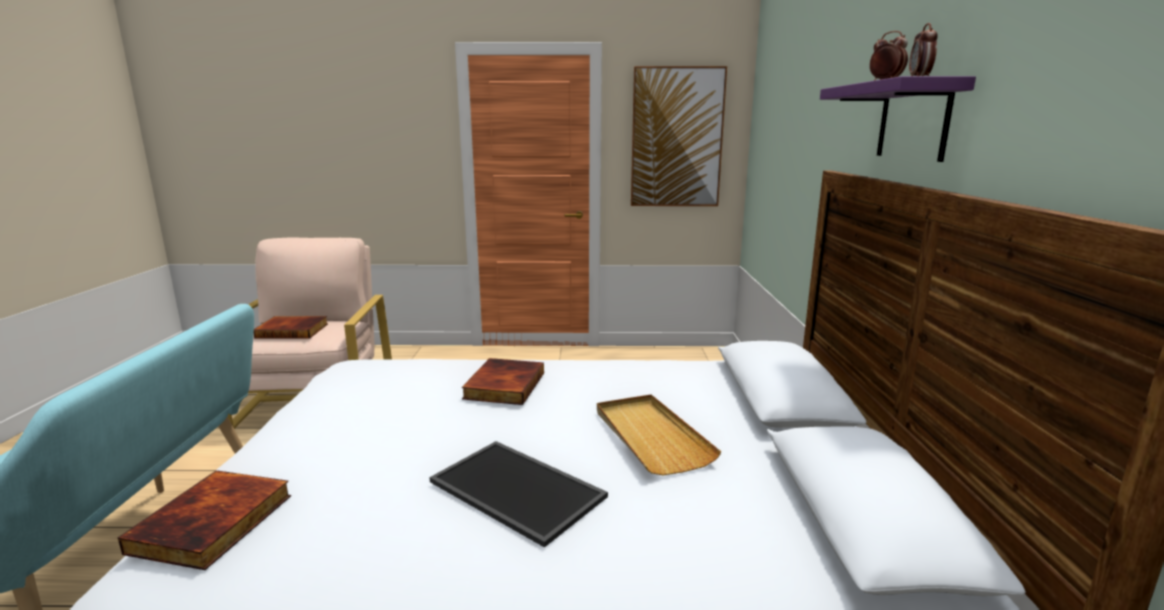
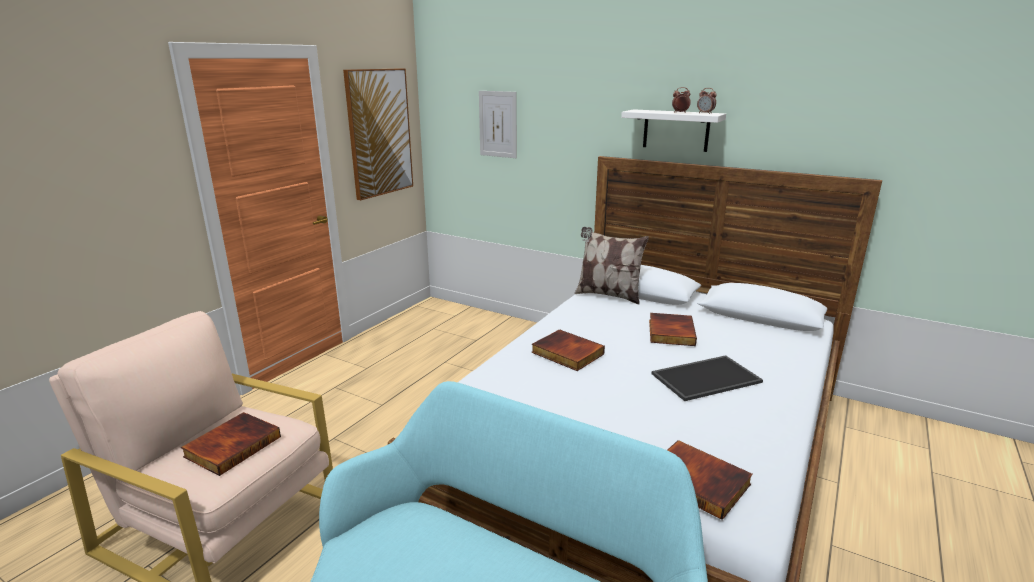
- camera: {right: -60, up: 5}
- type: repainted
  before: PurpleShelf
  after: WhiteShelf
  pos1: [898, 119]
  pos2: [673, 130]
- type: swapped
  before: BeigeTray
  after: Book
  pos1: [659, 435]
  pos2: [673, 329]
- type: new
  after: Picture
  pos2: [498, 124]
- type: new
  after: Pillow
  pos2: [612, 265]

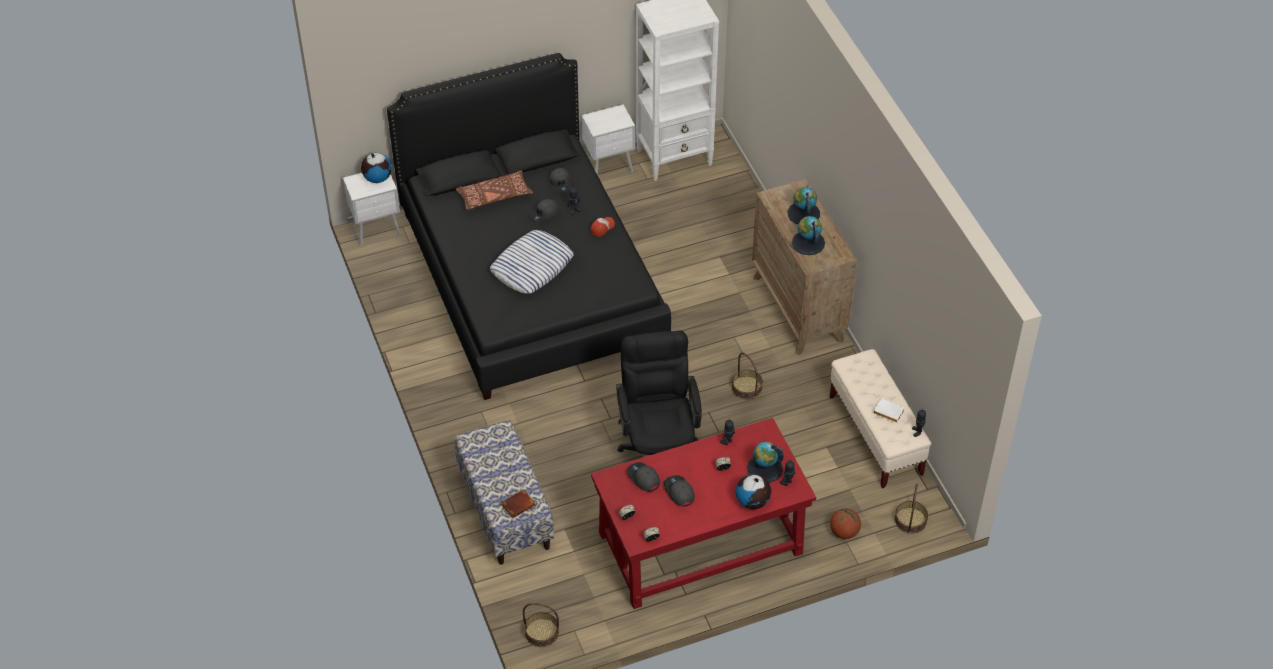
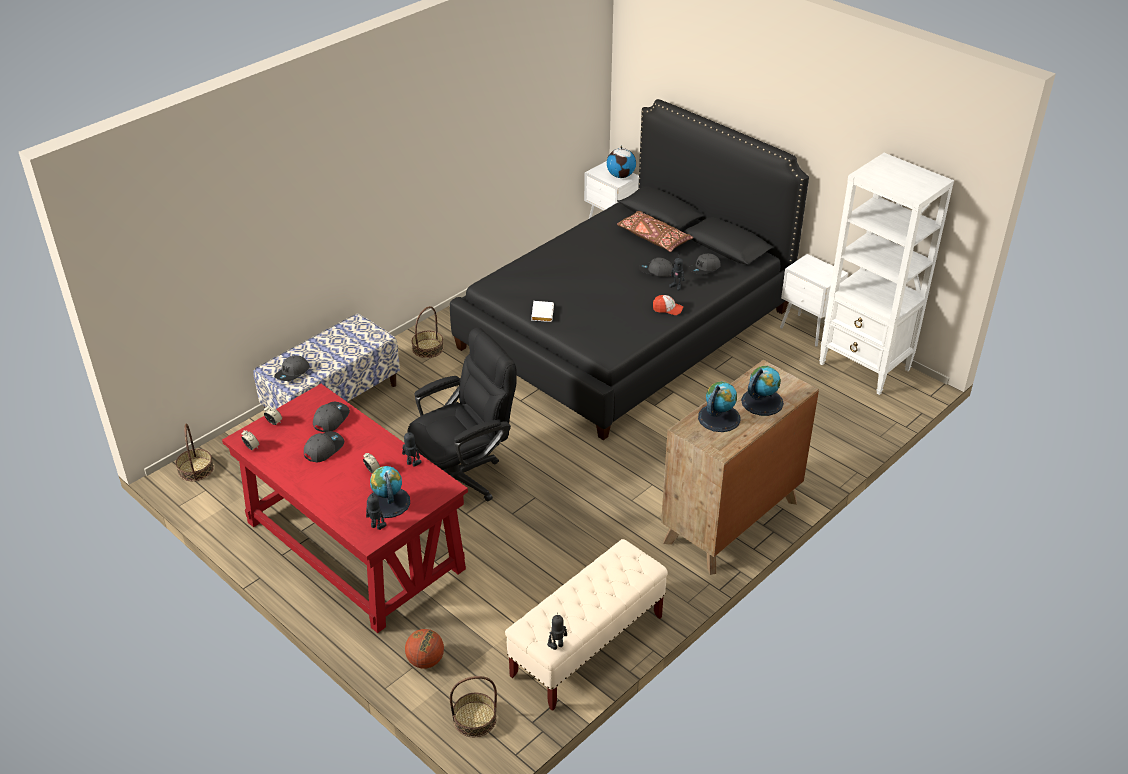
- camera: {right: 65, up: -10}
- type: gone
  before: Pillow
  pos1: [532, 262]
- type: shifted
  before: Basket
  pos1: [747, 376]
  pos2: [428, 332]
- type: shifted
  before: WhiteBook
  pos1: [889, 410]
  pos2: [542, 311]
- type: gone
  before: Globe
  pos1: [753, 491]
- type: swapped
  before: BrownBook
  after: GreyCap
  pos1: [518, 503]
  pos2: [292, 368]

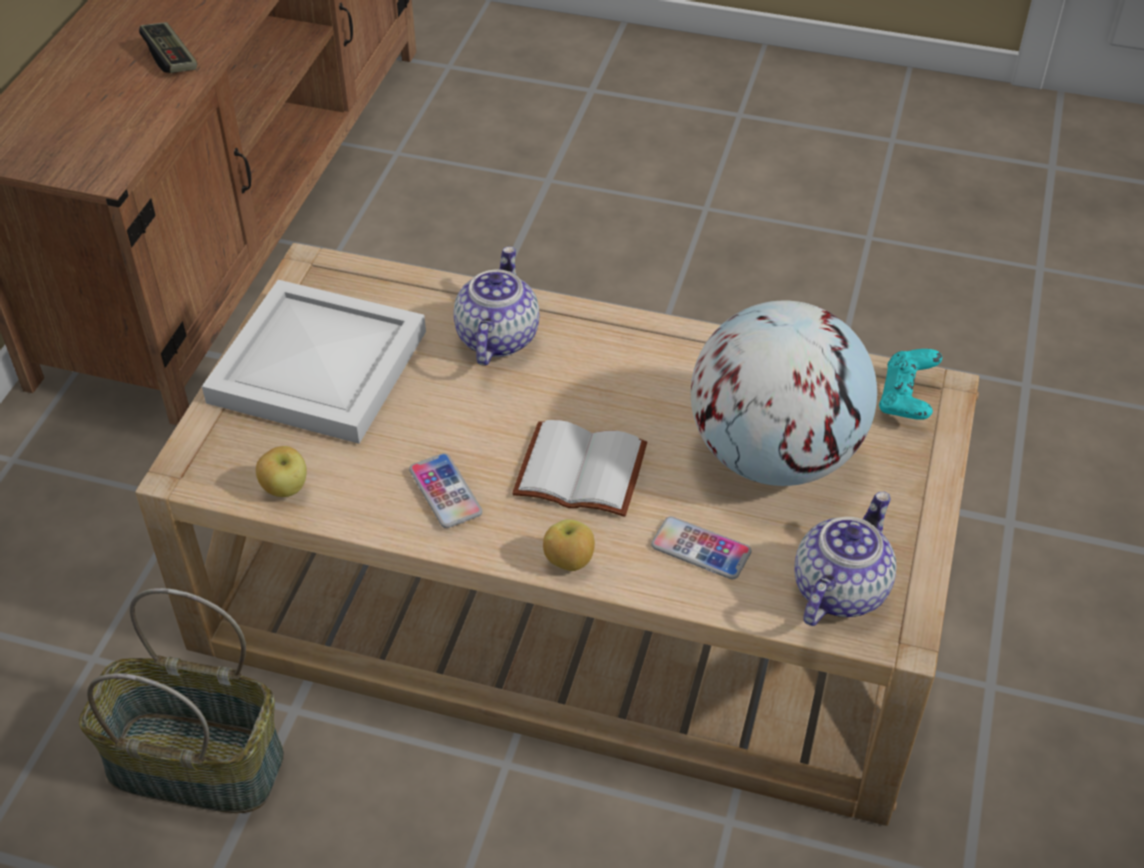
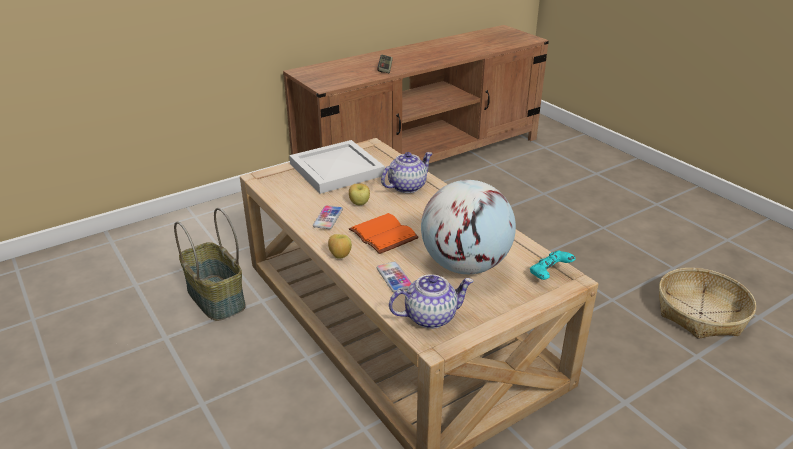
- camera: {right: 40, up: -15}
- type: repainted
  before: WhiteBook
  after: OrangeBook
  pos1: [579, 468]
  pos2: [384, 233]
- type: shifted
  before: Apple
  pos1: [281, 471]
  pos2: [359, 194]
- type: new
  after: Basket
  pos2: [707, 303]

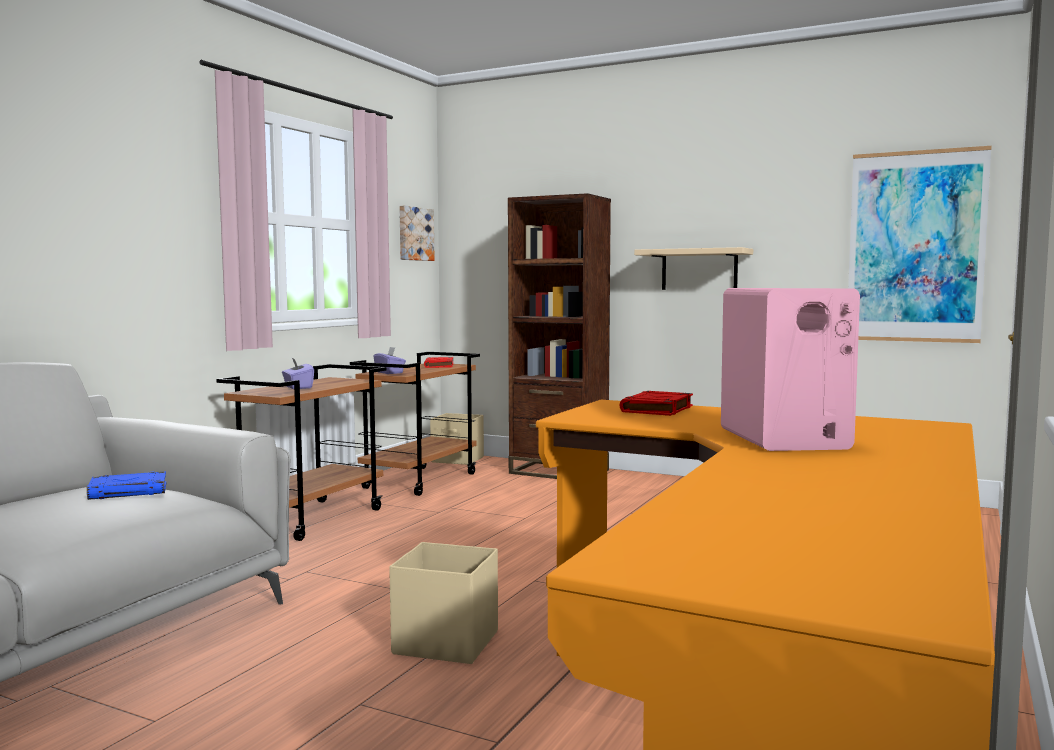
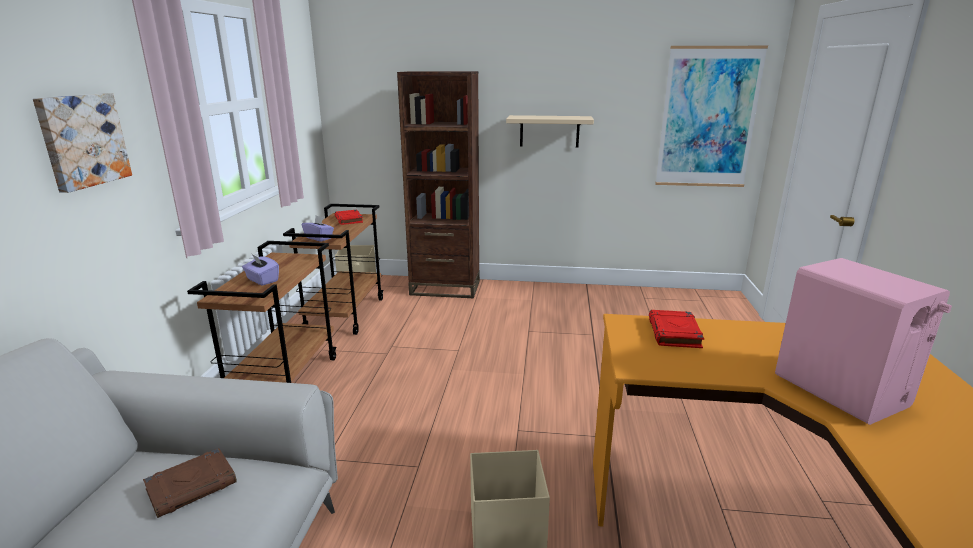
- camera: {right: -20, up: 15}
- type: shifted
  before: Picture
  pos1: [417, 233]
  pos2: [82, 143]
- type: repainted
  before: BlueBook
  after: BrownBook
  pos1: [126, 485]
  pos2: [190, 483]

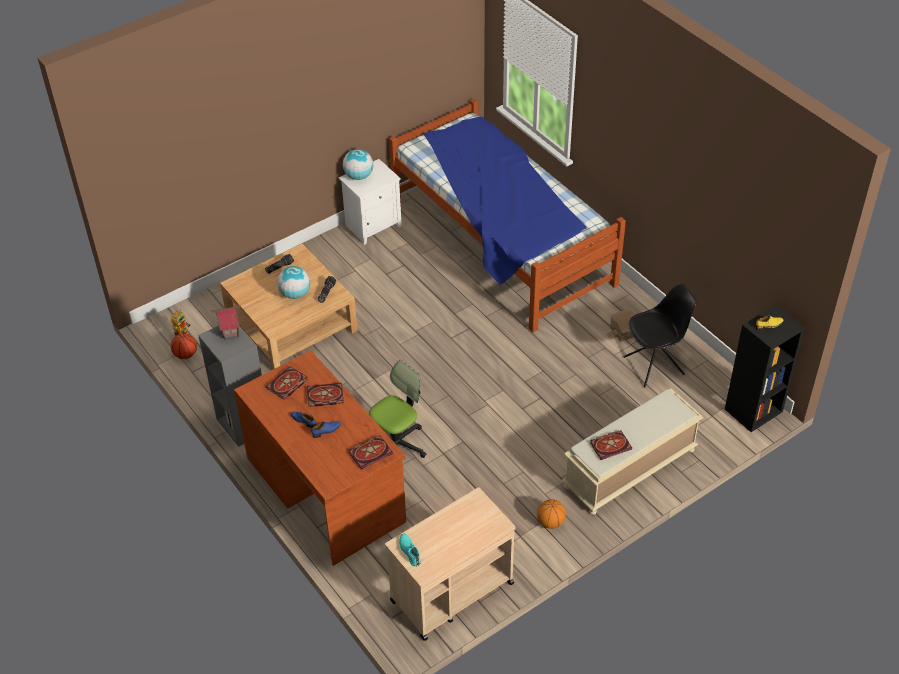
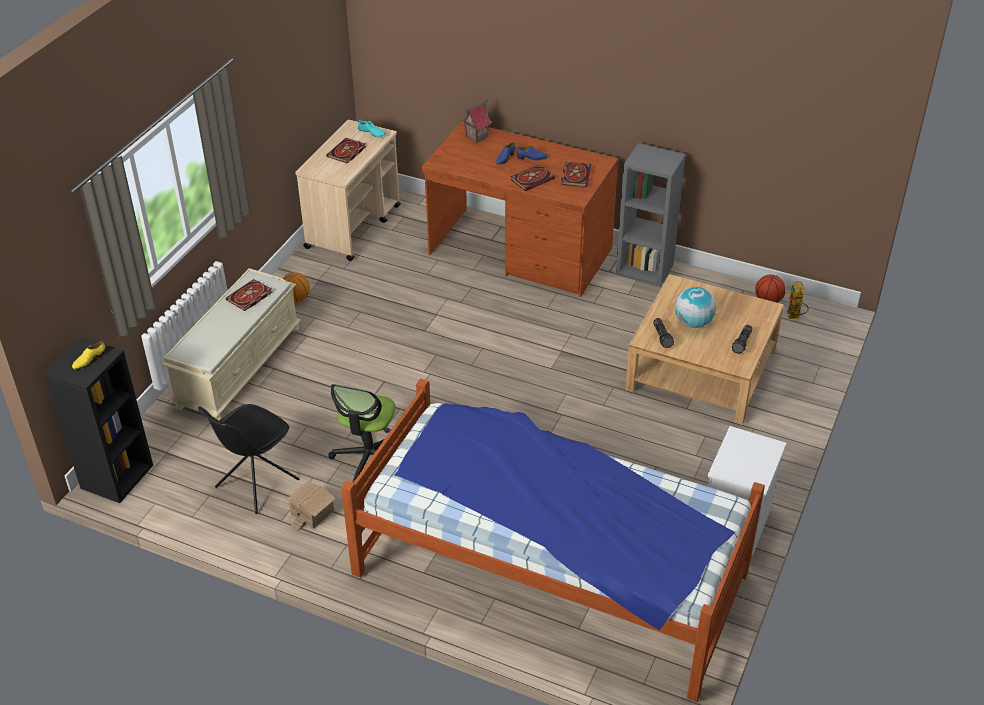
- camera: {right: 150, up: -5}
- type: gone
  before: Globe
  pos1: [358, 164]
- type: shifted
  before: ToyHouse
  pos1: [226, 322]
  pos2: [477, 121]
- type: shifted
  before: OfficeChair
  pos1: [397, 409]
  pos2: [361, 433]
- type: shifted
  before: Book
  pos1: [371, 452]
  pos2: [346, 150]

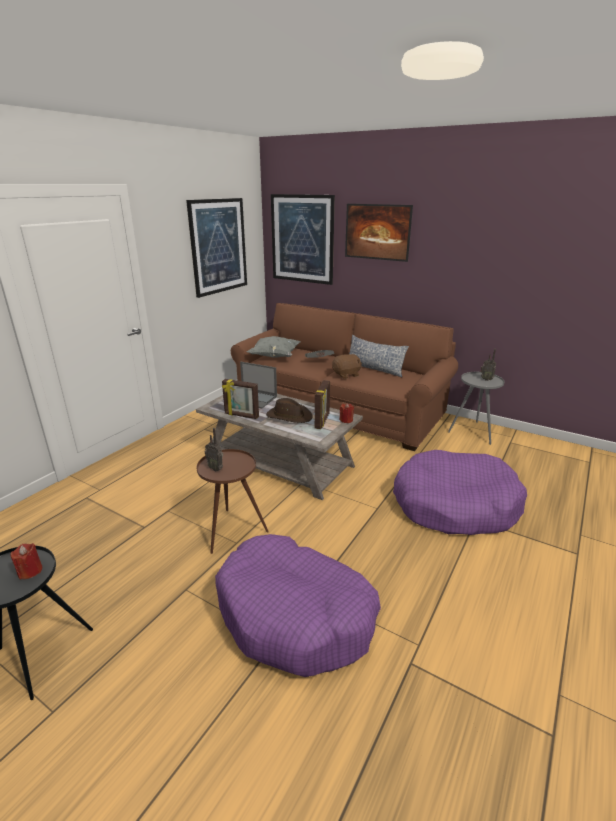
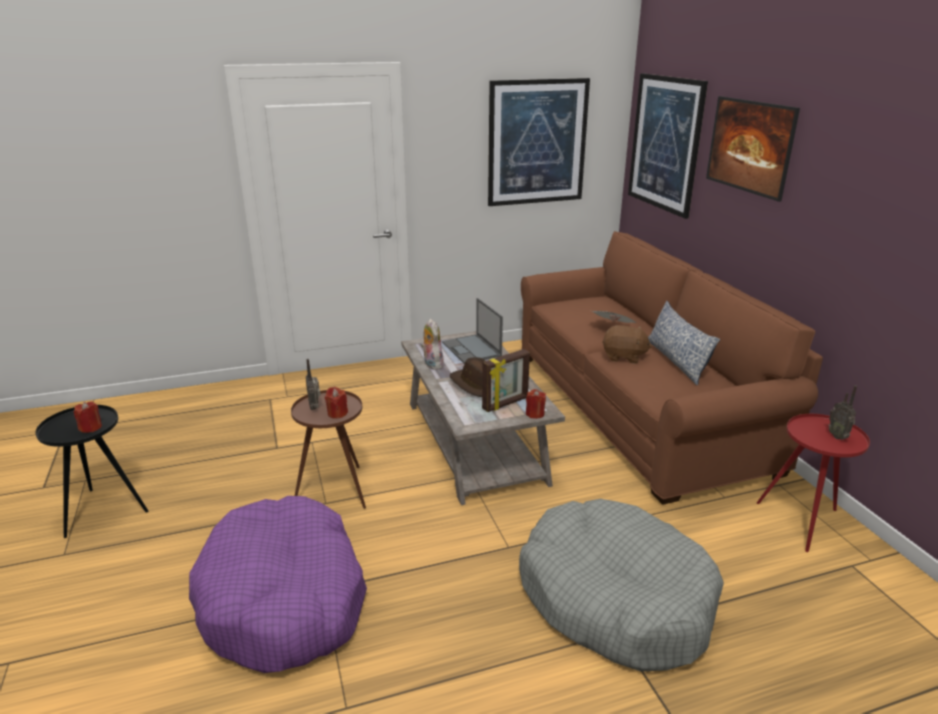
- camera: {right: 40, up: 0}
- type: gone
  before: GreyPillow
  pos1: [273, 347]
- type: repainted
  before: GreySideTable
  after: RedSideTable
  pos1: [476, 408]
  pos2: [813, 483]
- type: swapped
  before: PictureFrame
  after: PlushToy
  pos1: [240, 399]
  pos2: [432, 344]
- type: repainted
  before: PurpleDogBed
  after: GreyDogBed
  pos1: [460, 492]
  pos2: [621, 585]
- type: new
  after: RedCandle
  pos2: [336, 403]

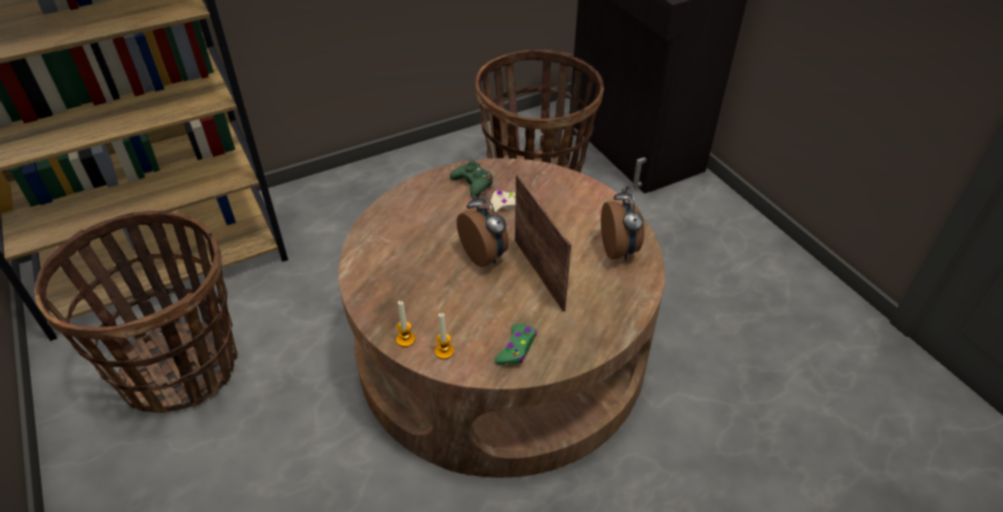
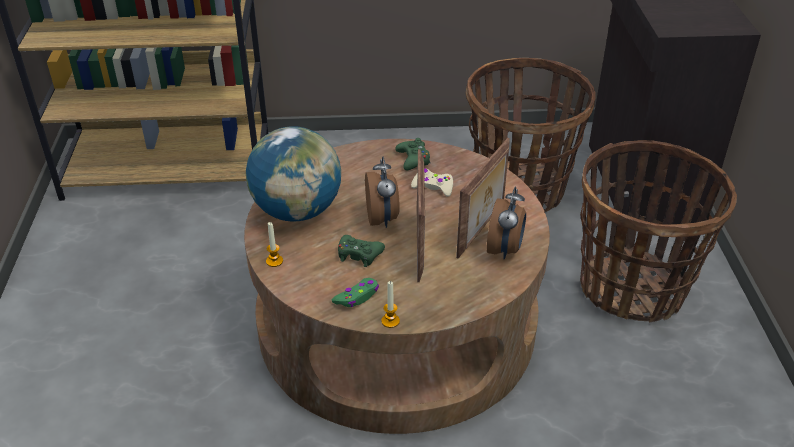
- camera: {right: 25, up: -5}
- type: shifted
  before: Basket
  pos1: [136, 312]
  pos2: [658, 231]
- type: shifted
  before: Candle
  pos1: [444, 336]
  pos2: [390, 304]
- type: new
  after: Globe
  pos2: [293, 173]
- type: new
  after: PictureFrame
  pos2: [483, 198]
- type: new
  after: GreenGameController
  pos2: [361, 251]

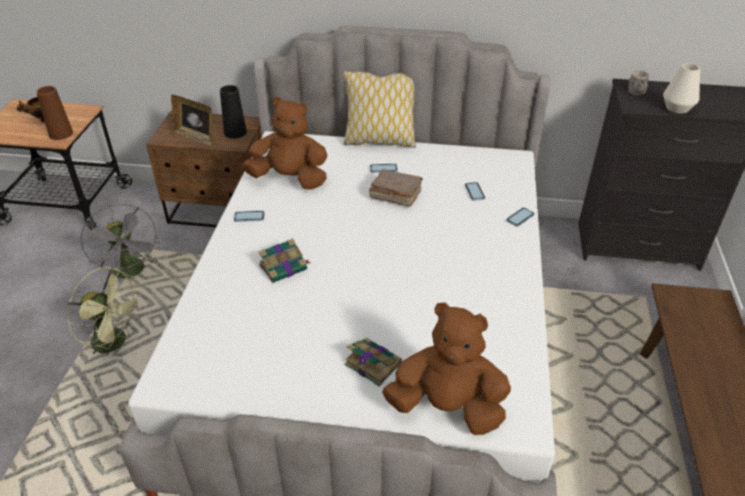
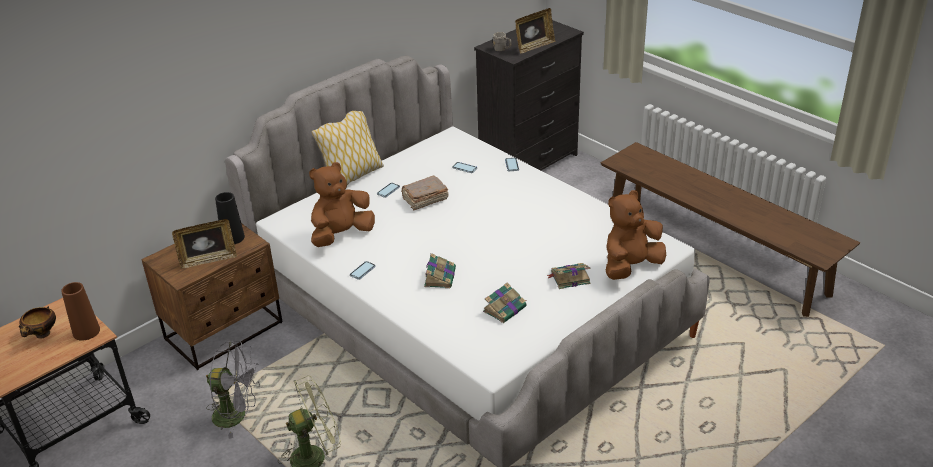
- camera: {right: -50, up: -5}
- type: swapped
  before: WhiteVase
  after: PictureFrame
  pos1: [681, 88]
  pos2: [535, 30]
- type: new
  after: Book
  pos2: [505, 302]

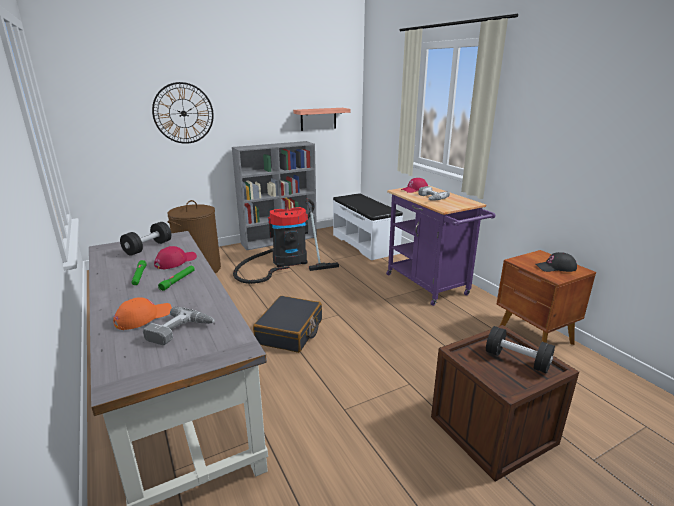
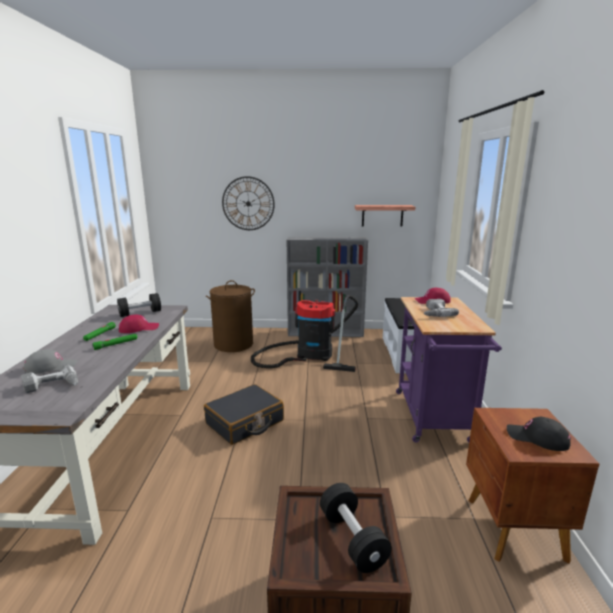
- camera: {right: 30, up: -5}
- type: repainted
  before: OrangeCap
  after: GreyCap
  pos1: [142, 313]
  pos2: [51, 361]

